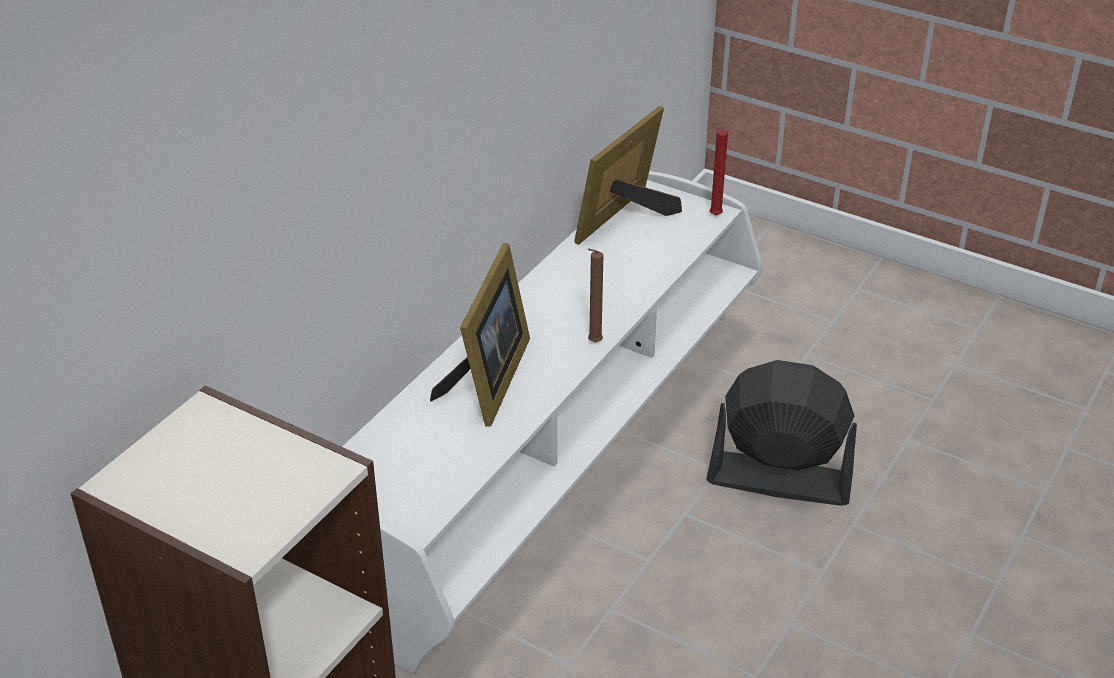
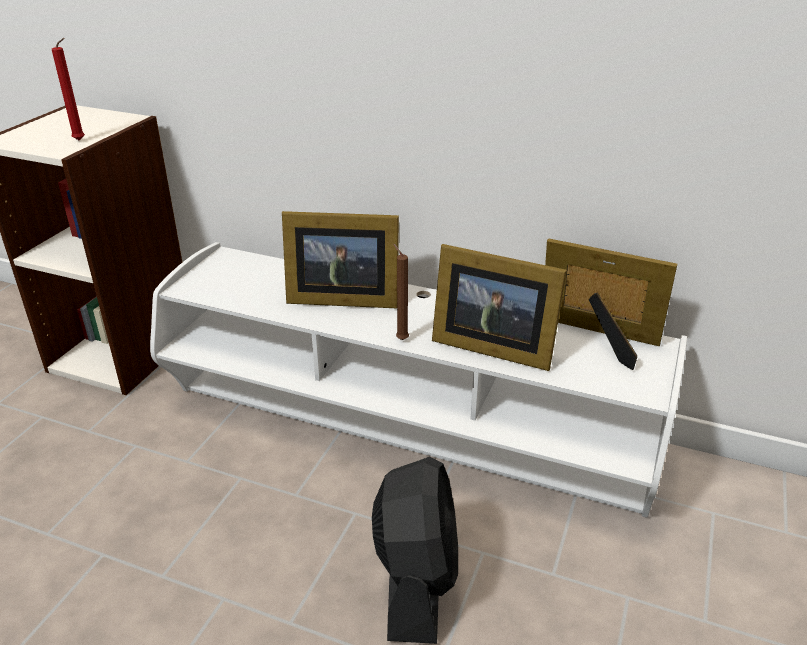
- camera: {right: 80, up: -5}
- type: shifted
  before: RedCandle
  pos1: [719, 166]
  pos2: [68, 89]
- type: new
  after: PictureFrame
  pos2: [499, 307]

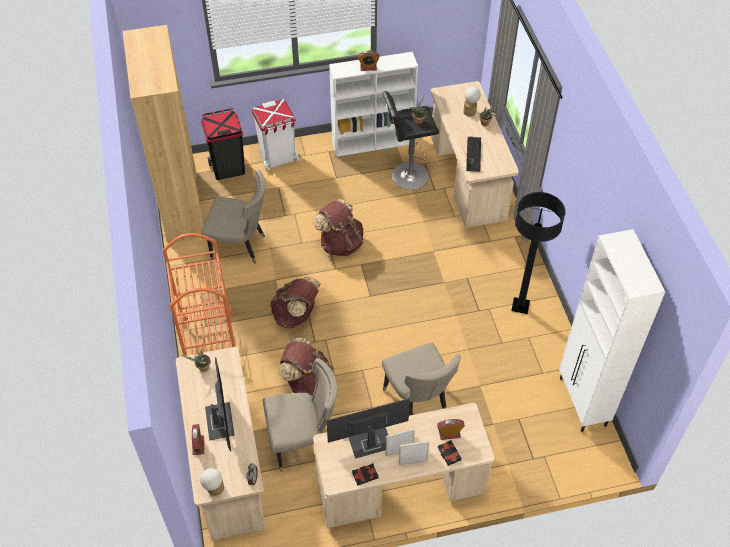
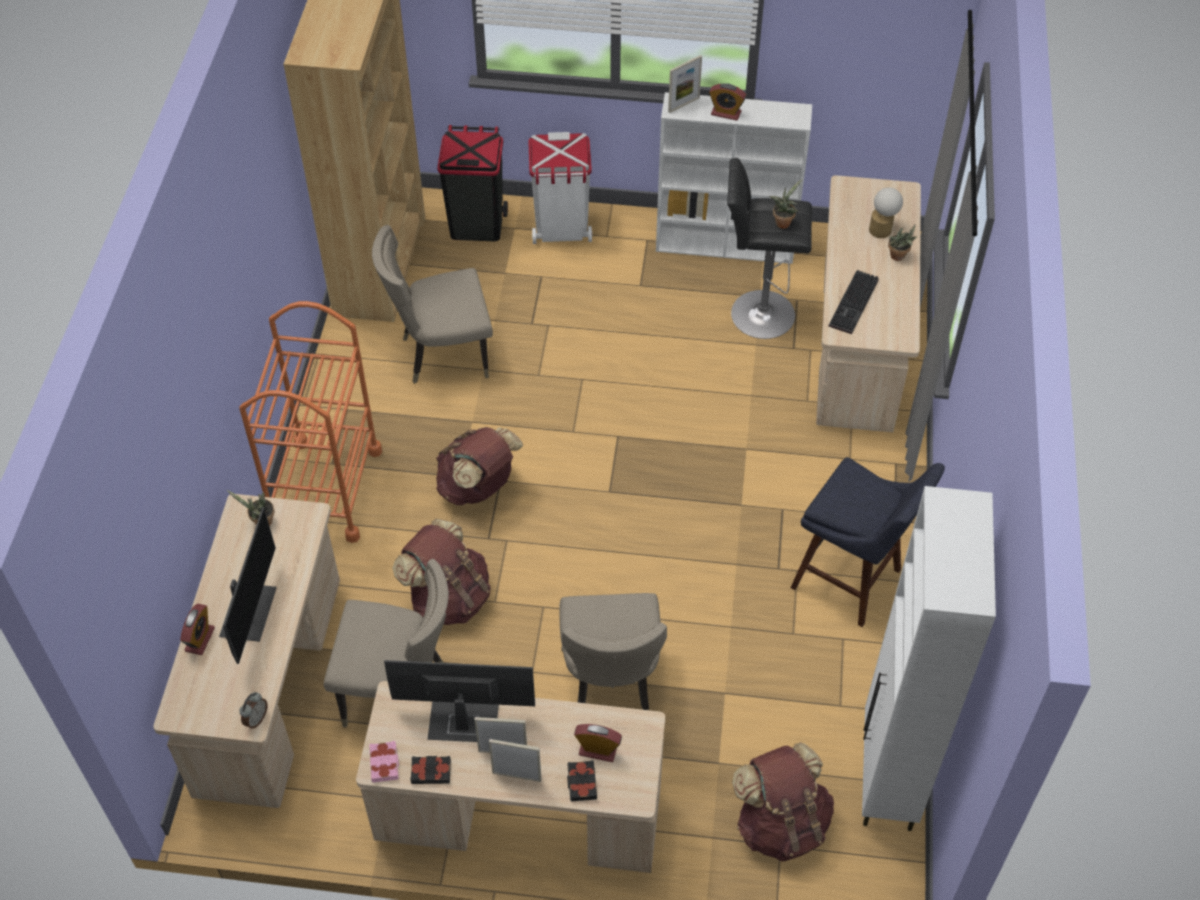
- camera: {right: 20, up: 0}
- type: rotated
  before: BeigeChair
  pos1: [233, 217]
  pos2: [432, 304]
  turn: 135
- type: swapped
  before: BlackFloorLamp
  after: BlueStool
  pos1: [538, 253]
  pos2: [868, 542]
- type: shifted
  before: BrownBackpack
  pos1: [338, 227]
  pos2: [783, 802]
- type: gone
  before: TableLamp
  pos1: [212, 482]
- type: new
  after: PictureFrame
  pos2: [685, 84]
- type: new
  after: PinkBook
  pos2: [384, 762]

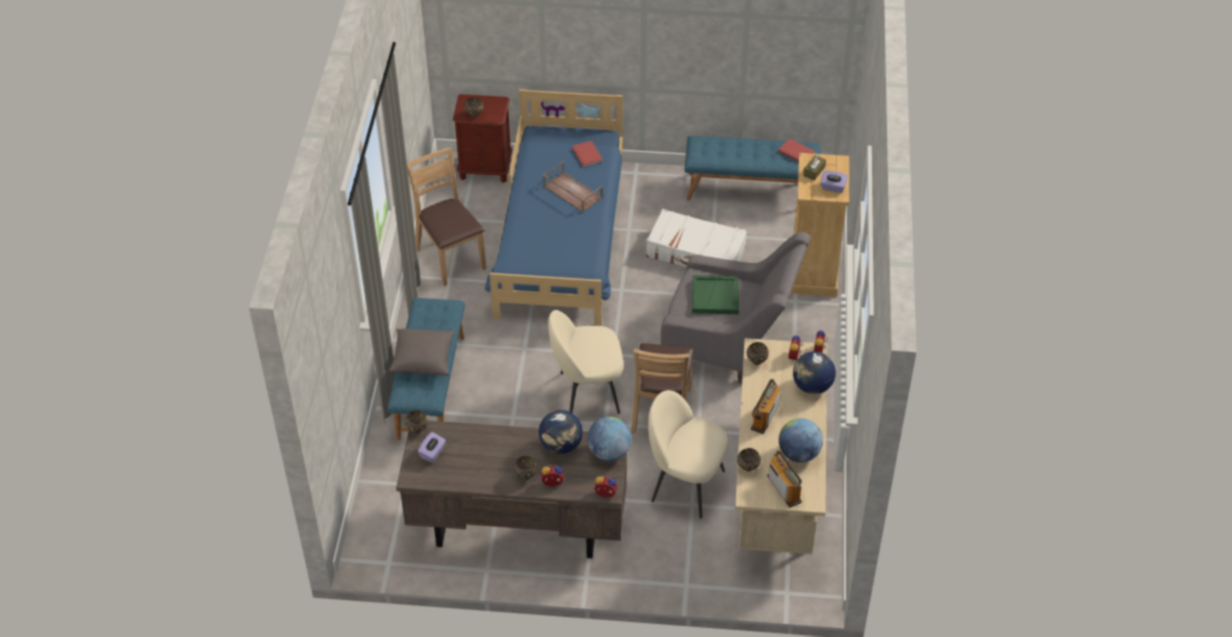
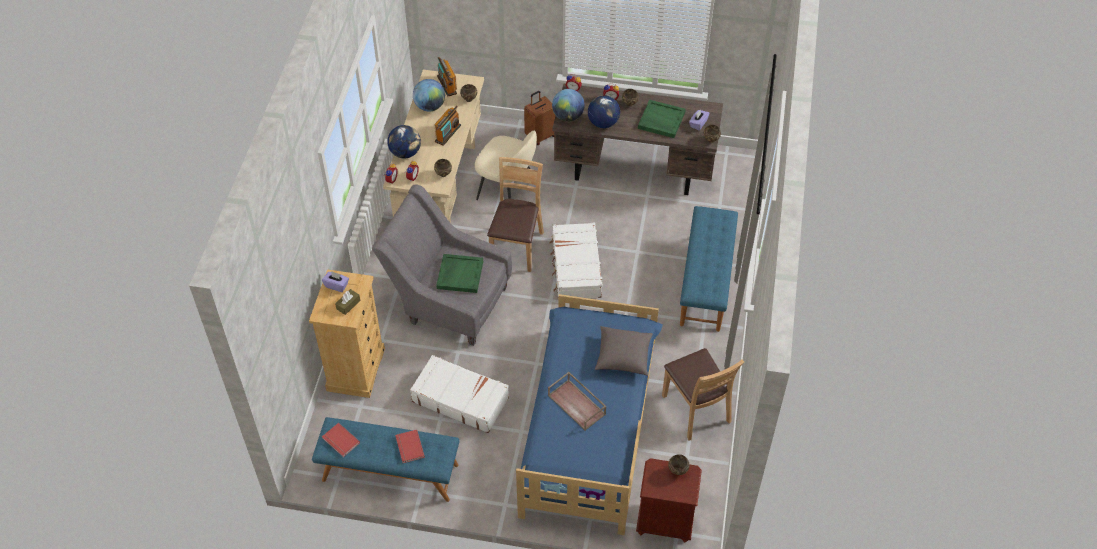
- camera: {right: -175, up: 5}
- type: shifted
  before: RedBook
  pos1: [587, 154]
  pos2: [410, 446]
- type: swapped
  before: BeigeChair
  after: WhiteSuitcase
  pos1: [586, 362]
  pos2: [575, 260]
- type: shifted
  before: GreyPillow
  pos1: [422, 352]
  pos2: [624, 351]
- type: new
  after: BrownSuitcase
  pos2: [540, 118]
- type: new
  after: GreenTray
  pos2: [662, 119]

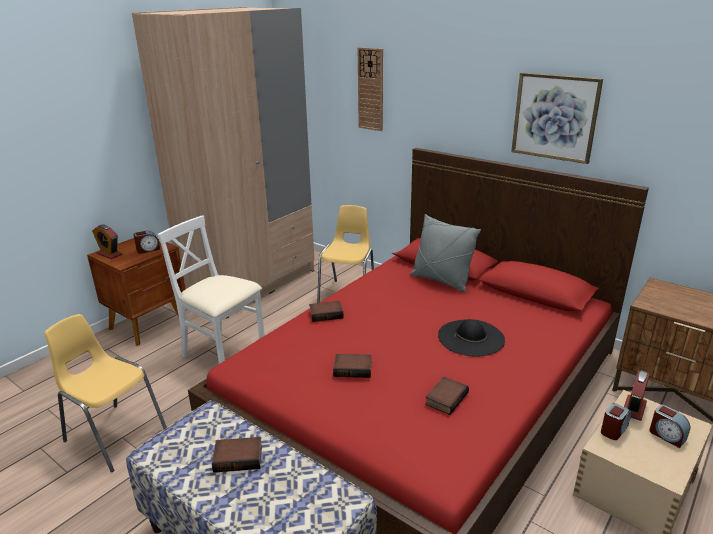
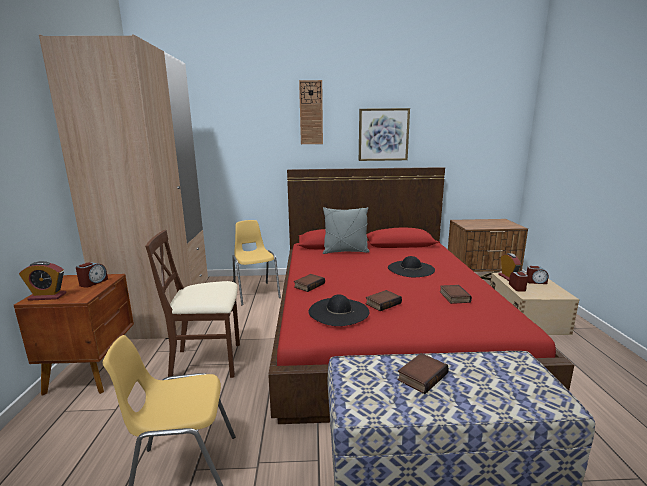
- camera: {right: -40, up: -10}
- type: shifted
  before: WallClock
  pos1: [370, 89]
  pos2: [311, 112]
- type: repainted
  before: WhiteChair
  after: BrownChair
  pos1: [211, 289]
  pos2: [192, 304]
- type: new
  after: BlackHat
  pos2: [338, 310]

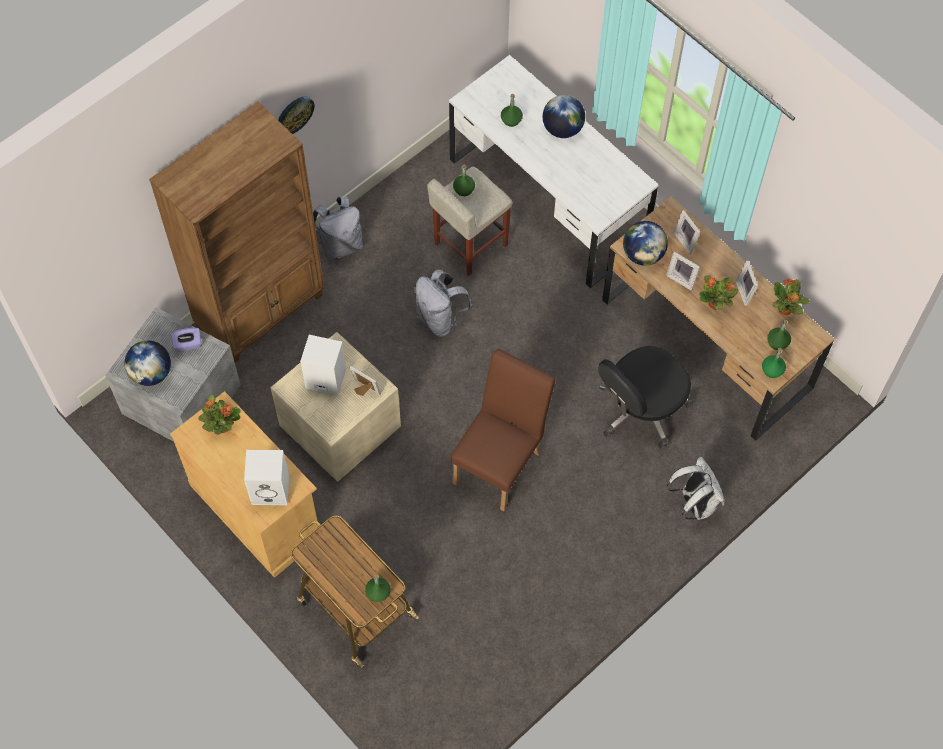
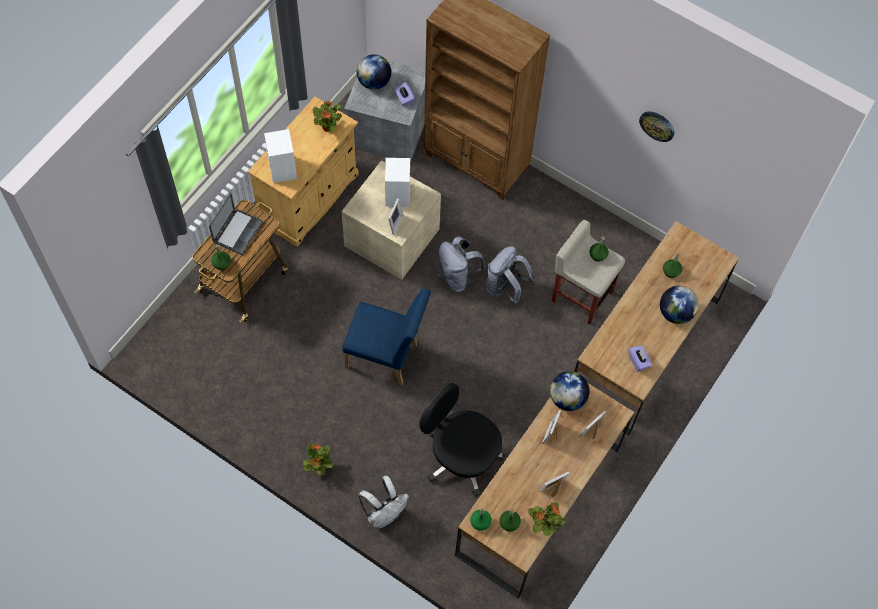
- camera: {right: 75, up: 0}
- type: repainted
  before: WhiteDesk
  after: BrownDesk
  pos1: [554, 171]
  pos2: [656, 328]
- type: shifted
  before: WallClock
  pos1: [296, 115]
  pos2: [656, 127]
- type: shifted
  before: GreyBackpack
  pos1: [338, 228]
  pos2: [461, 264]
- type: shifted
  before: PottedPlant
  pos1: [718, 292]
  pos2: [318, 459]
- type: repainted
  before: BrownChair
  after: BlueChair
  pos1: [503, 430]
  pos2: [386, 337]
- type: new
  after: Laptop
  pos2: [236, 224]
- type: new
  after: PurpleTissueBox
  pos2: [640, 358]

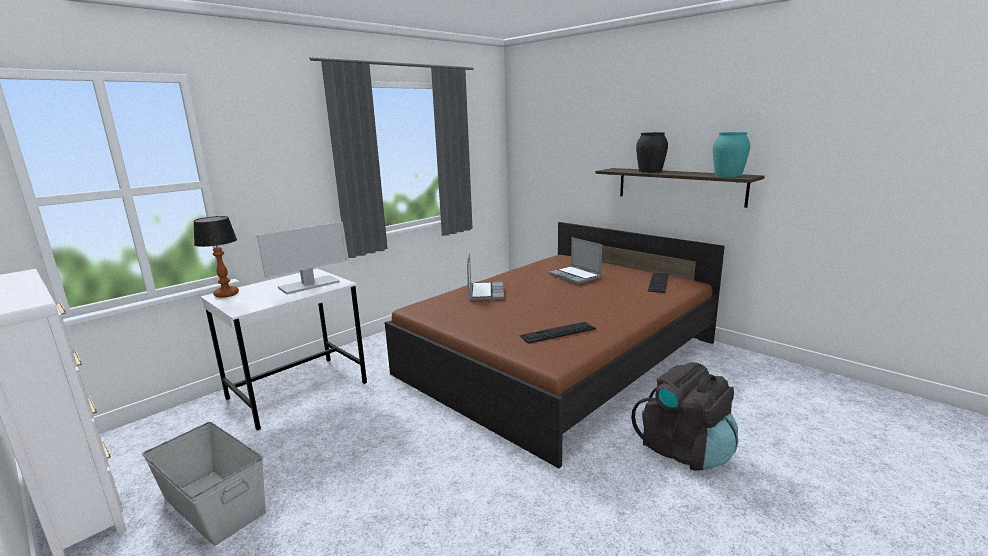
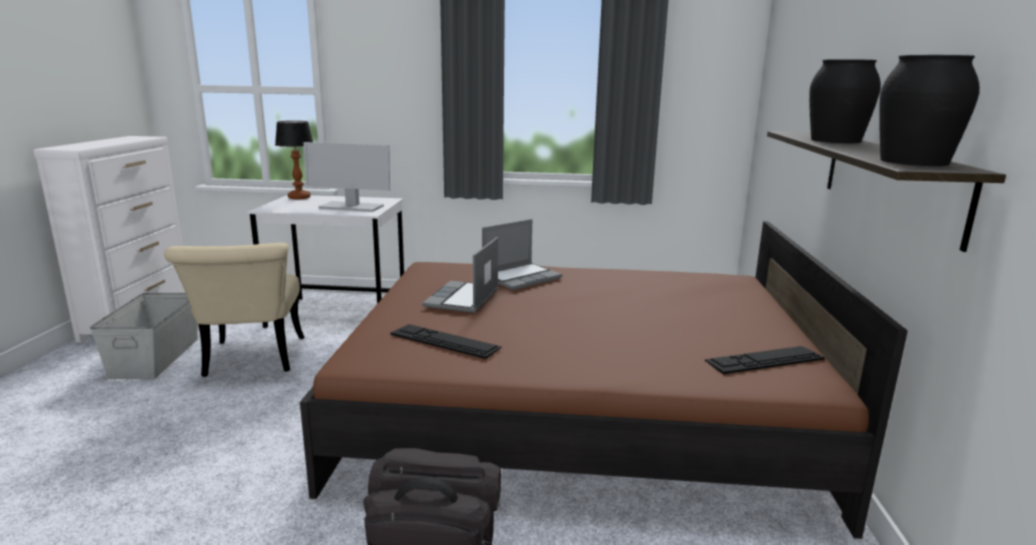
- camera: {right: 50, up: 0}
- type: repainted
  before: TurquoiseVase
  after: BlackVase
  pos1: [731, 154]
  pos2: [929, 110]
- type: shifted
  before: Laptop
  pos1: [575, 260]
  pos2: [460, 275]
- type: new
  after: BeigeChair
  pos2: [234, 310]

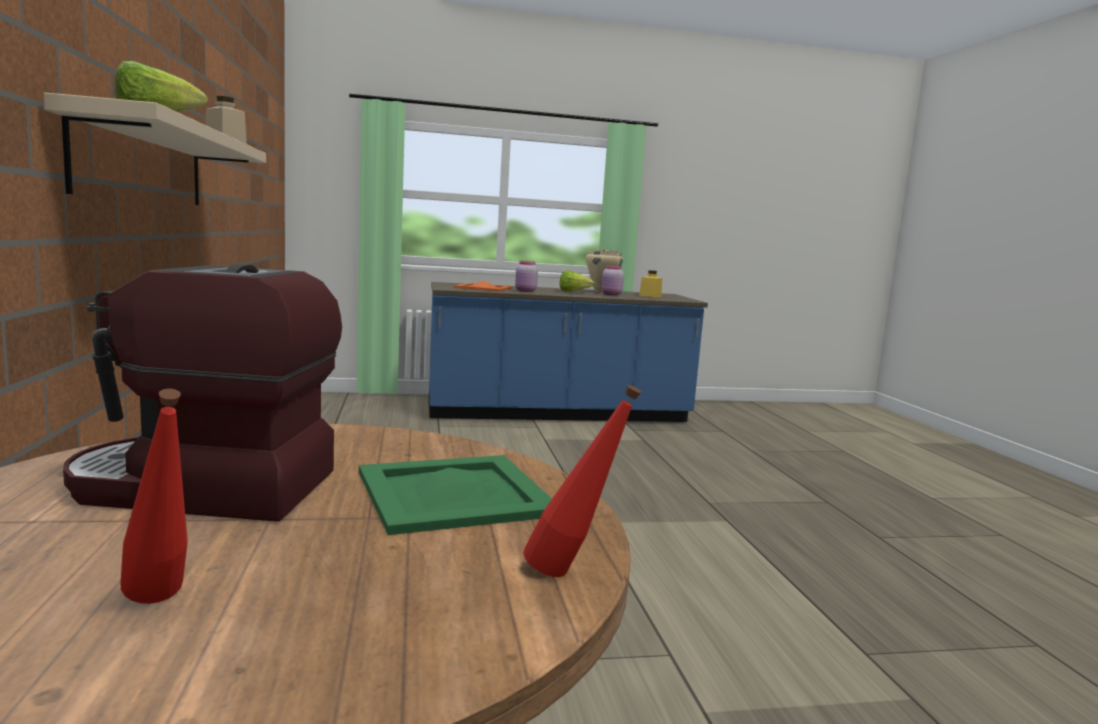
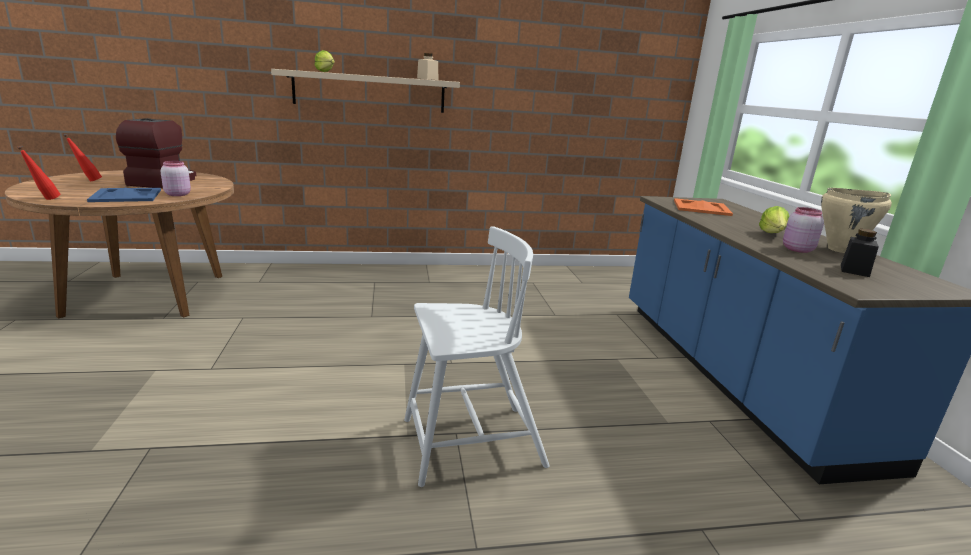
- camera: {right: 90, up: 10}
- type: shifted
  before: PinkJar
  pos1: [526, 276]
  pos2: [176, 178]
- type: repainted
  before: YellowJar
  after: BlackJar
  pos1: [650, 283]
  pos2: [860, 253]
- type: repainted
  before: GreenTray
  after: BlueTray
  pos1: [455, 495]
  pos2: [124, 195]
- type: new
  after: WhiteChair
  pos2: [477, 356]

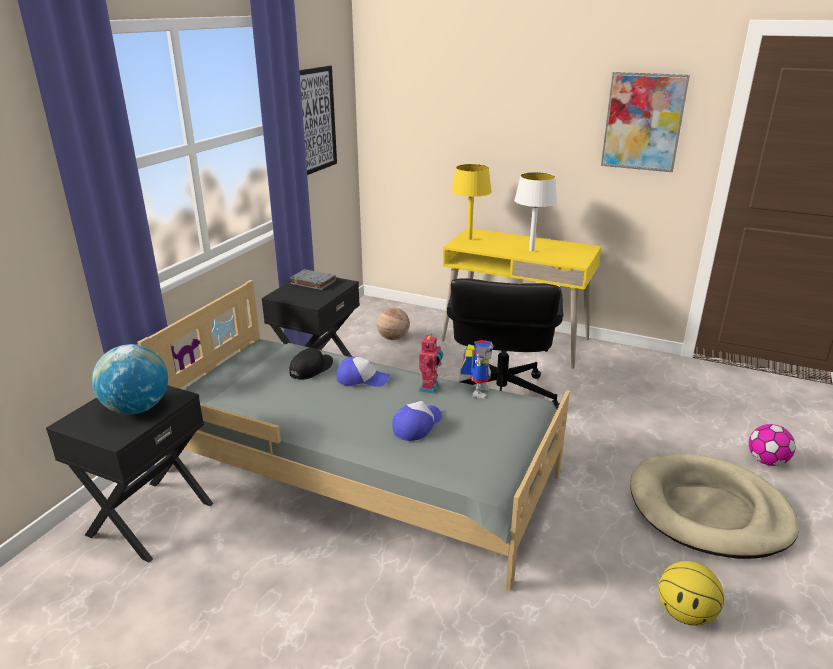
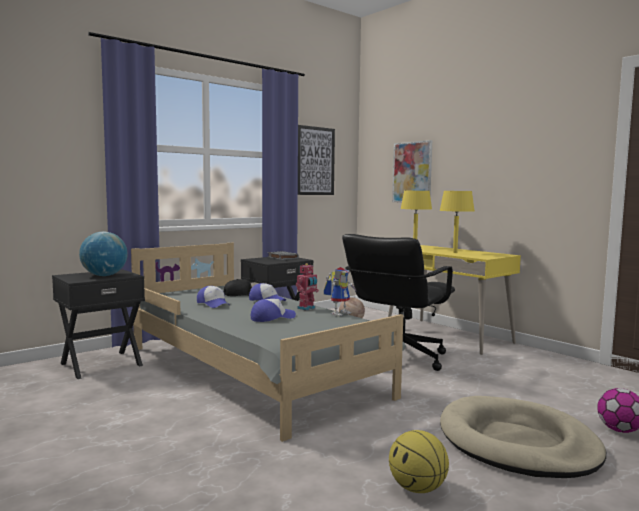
- camera: {right: 25, up: -20}
- type: shifted
  before: Picture
  pos1: [645, 122]
  pos2: [412, 171]
- type: repainted
  before: WhiteTableLamp
  after: YellowTableLamp
  pos1: [535, 212]
  pos2: [457, 222]
- type: new
  after: Cap
  pos2: [213, 297]

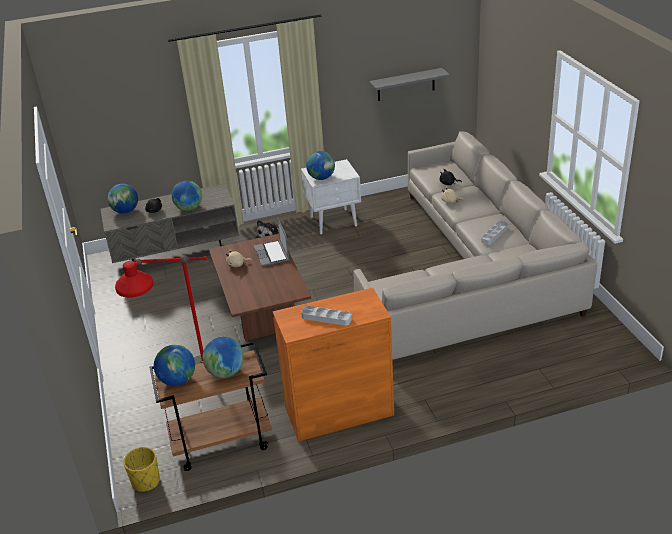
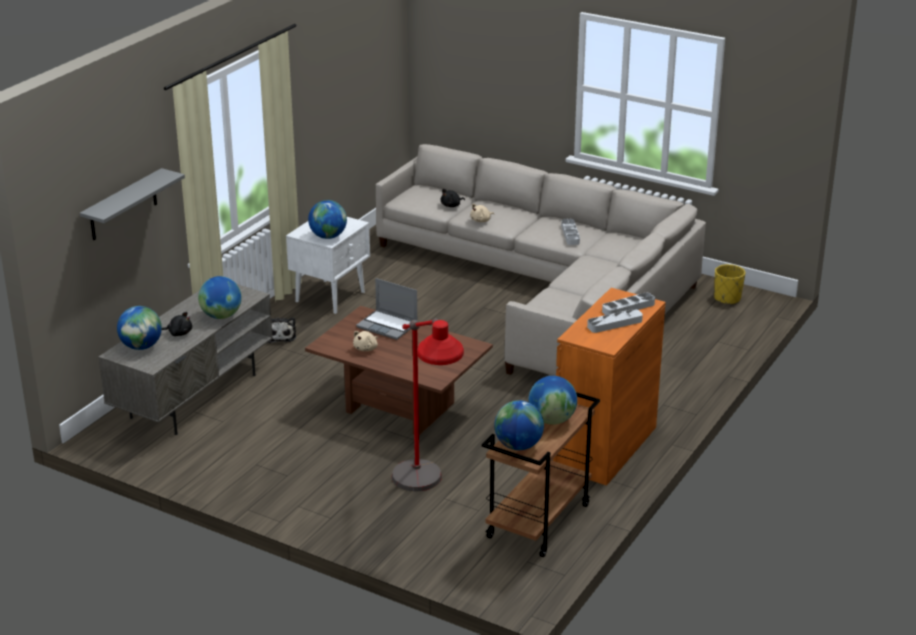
- camera: {right: -45, up: -5}
- type: shifted
  before: GreyShelf
  pos1: [409, 84]
  pos2: [132, 204]
- type: shifted
  before: YellowPlanter
  pos1: [141, 469]
  pos2: [729, 284]
- type: new
  after: GreyTray
  pos2: [628, 304]

